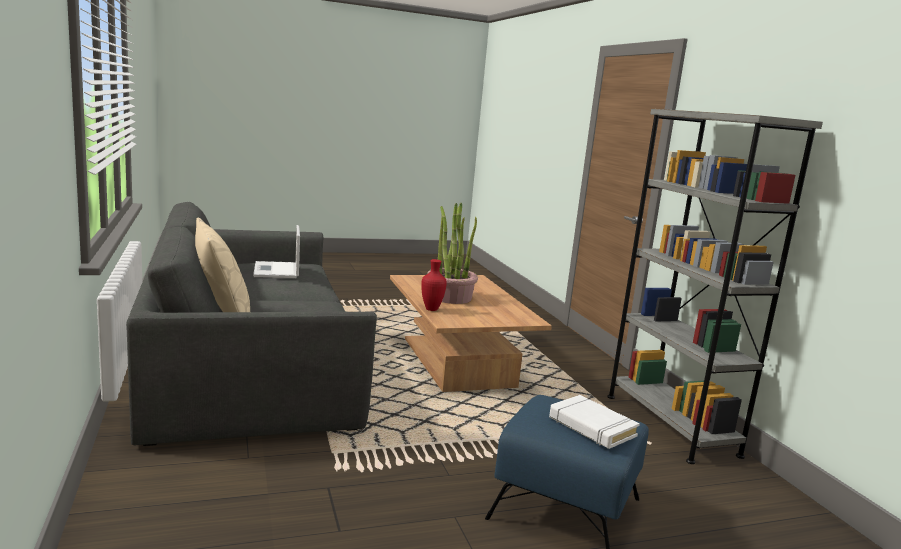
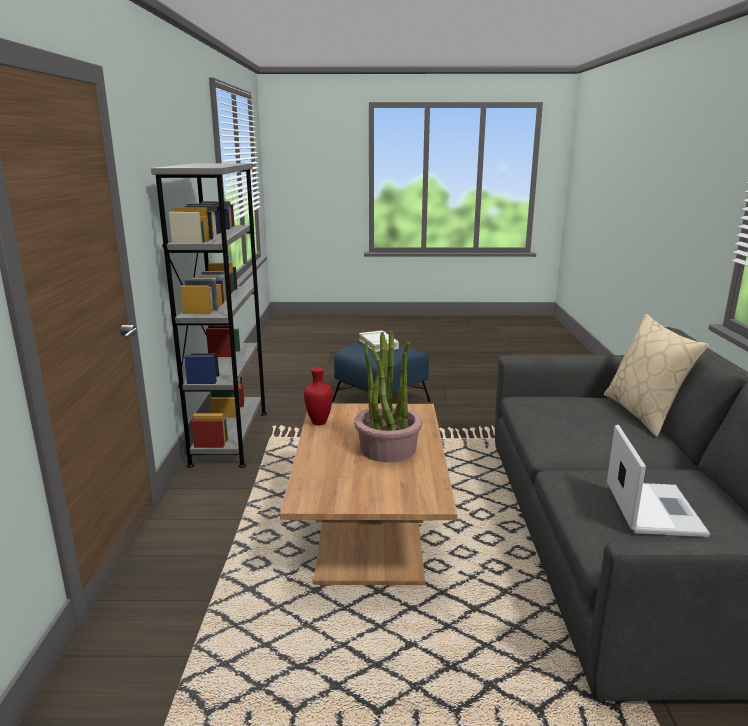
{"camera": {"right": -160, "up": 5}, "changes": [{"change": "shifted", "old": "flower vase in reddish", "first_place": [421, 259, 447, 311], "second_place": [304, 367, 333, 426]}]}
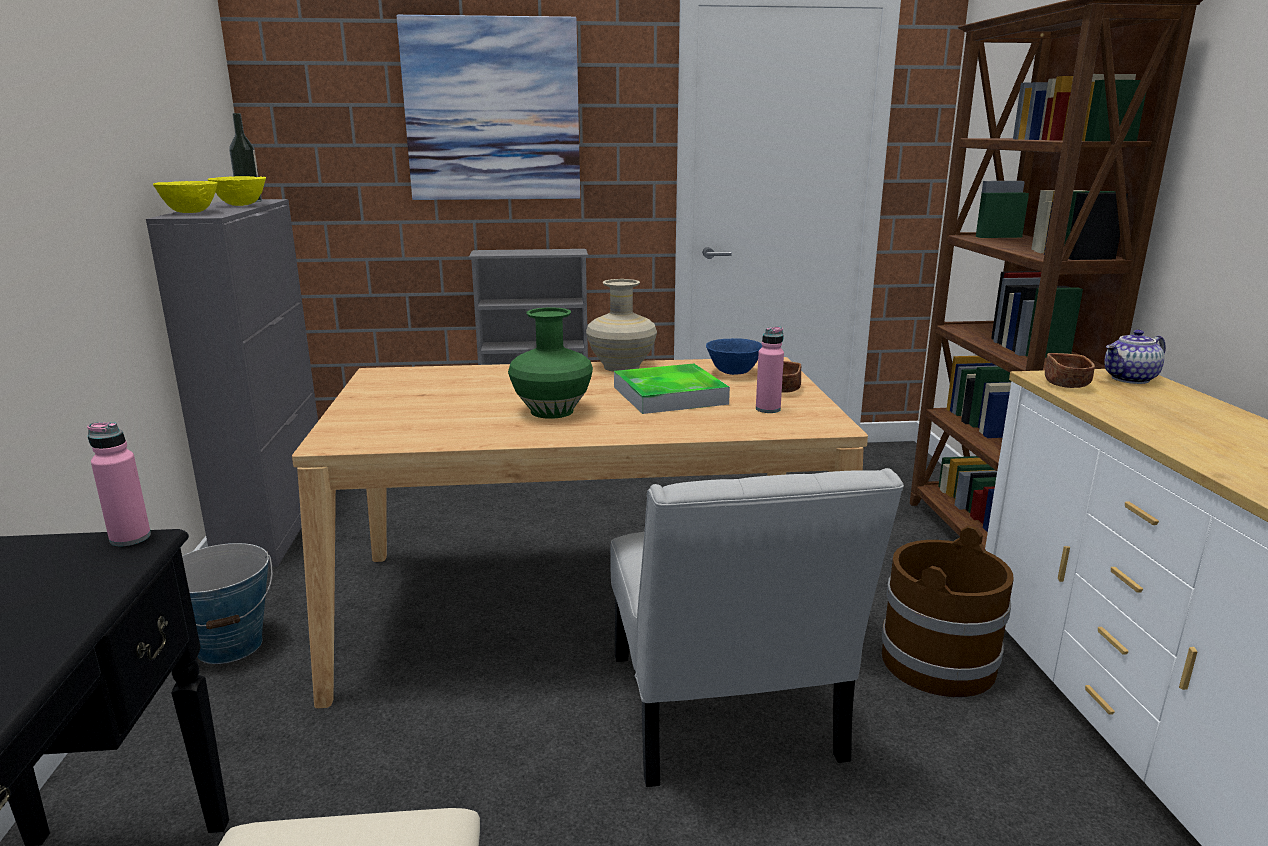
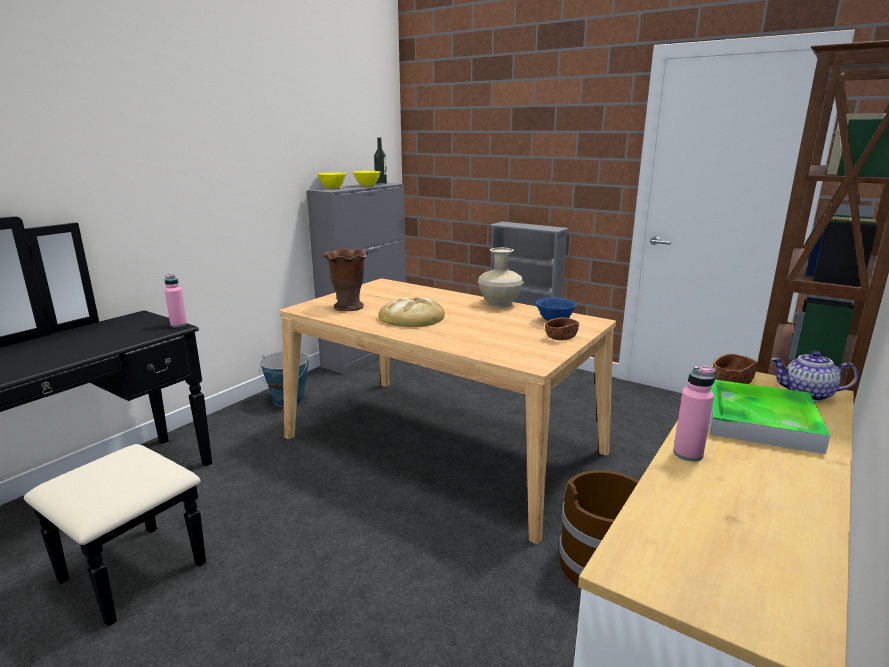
{"camera": {"right": 40, "up": 0}, "changes": [{"change": "gone", "old": "wall picture", "first_place": [396, 15, 580, 200]}, {"change": "swapped", "old": "flower vase in green-coloured", "new": "baked bread", "first_place": [508, 308, 593, 419], "second_place": [378, 297, 445, 327]}, {"change": "shifted", "old": "bottle in pink", "first_place": [756, 327, 784, 413], "second_place": [673, 365, 716, 461]}, {"change": "shifted", "old": "carrying tray", "first_place": [614, 364, 730, 414], "second_place": [709, 380, 831, 454]}, {"change": "gone", "old": "plain chair in whitish", "first_place": [610, 468, 904, 787]}, {"change": "new", "new": "flower vase in brown-coloured", "second_place": [323, 248, 368, 311]}]}
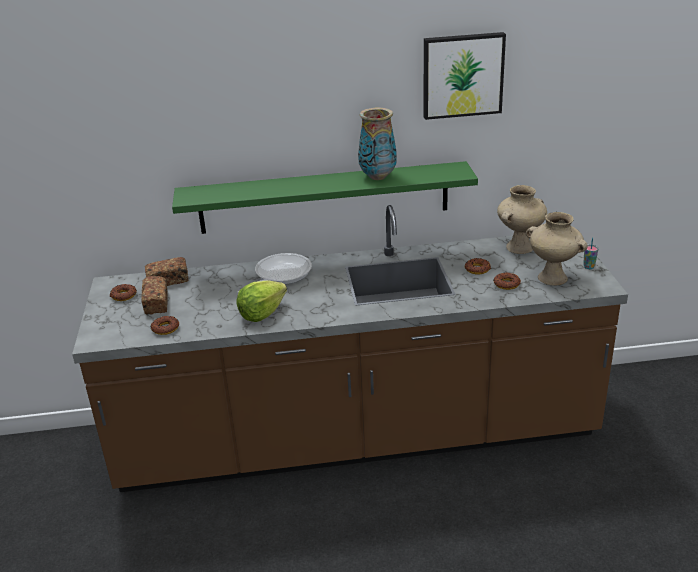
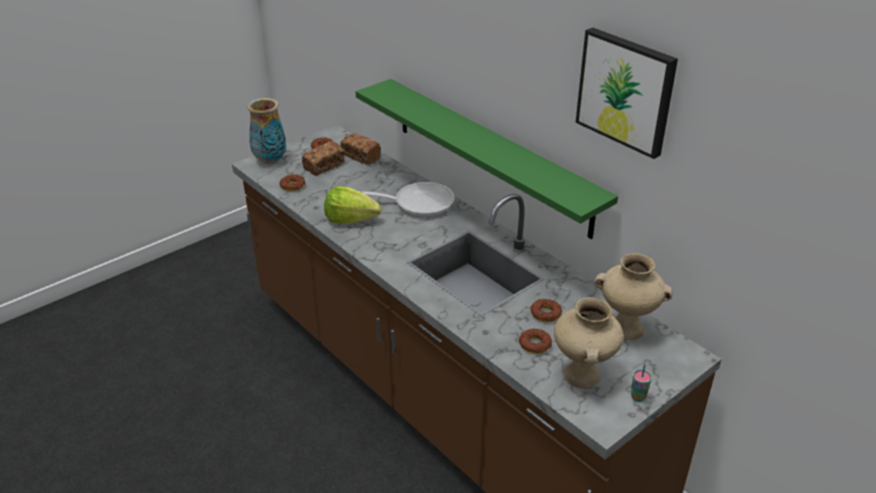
{"camera": {"right": 55, "up": 5}, "changes": [{"change": "shifted", "old": "flower vase", "first_place": [358, 108, 397, 180], "second_place": [247, 98, 286, 164]}]}
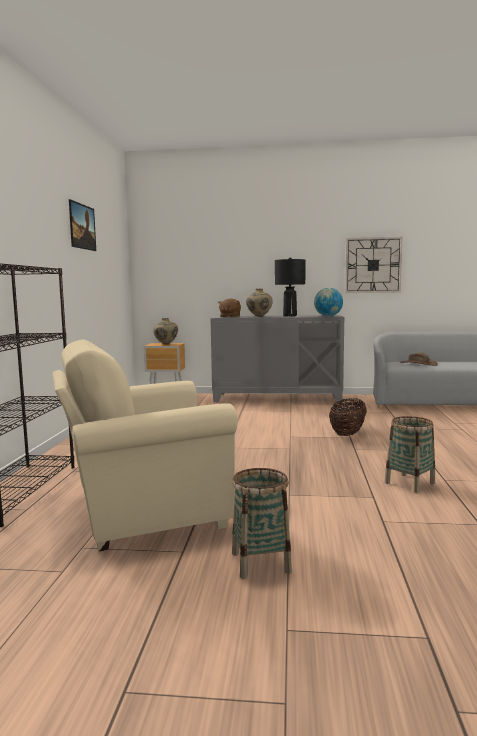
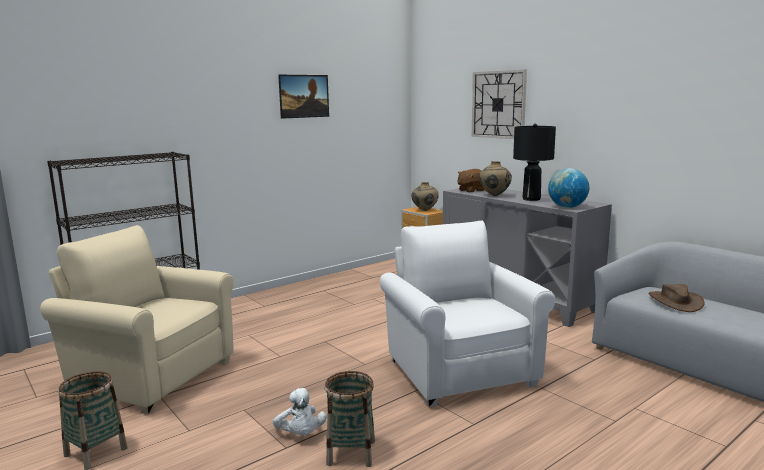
{"camera": {"right": 45, "up": 5}, "changes": [{"change": "shifted", "old": "clock on the wall", "first_place": [345, 237, 402, 293], "second_place": [472, 69, 527, 139]}, {"change": "swapped", "old": "basket", "new": "lounge chair in whitish", "first_place": [329, 398, 367, 436], "second_place": [380, 221, 555, 407]}, {"change": "new", "new": "cuddly toy in whitish", "second_place": [273, 388, 327, 435]}]}
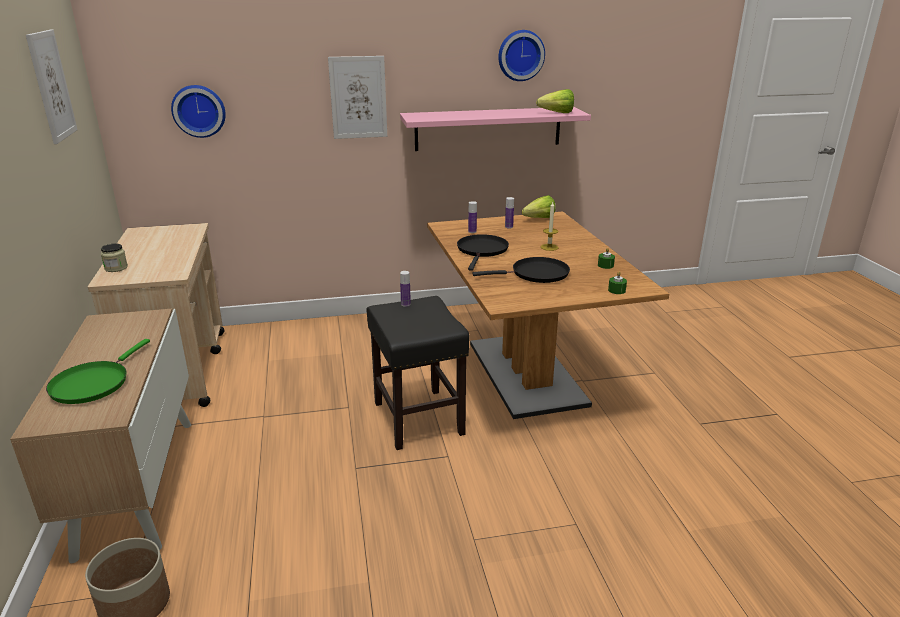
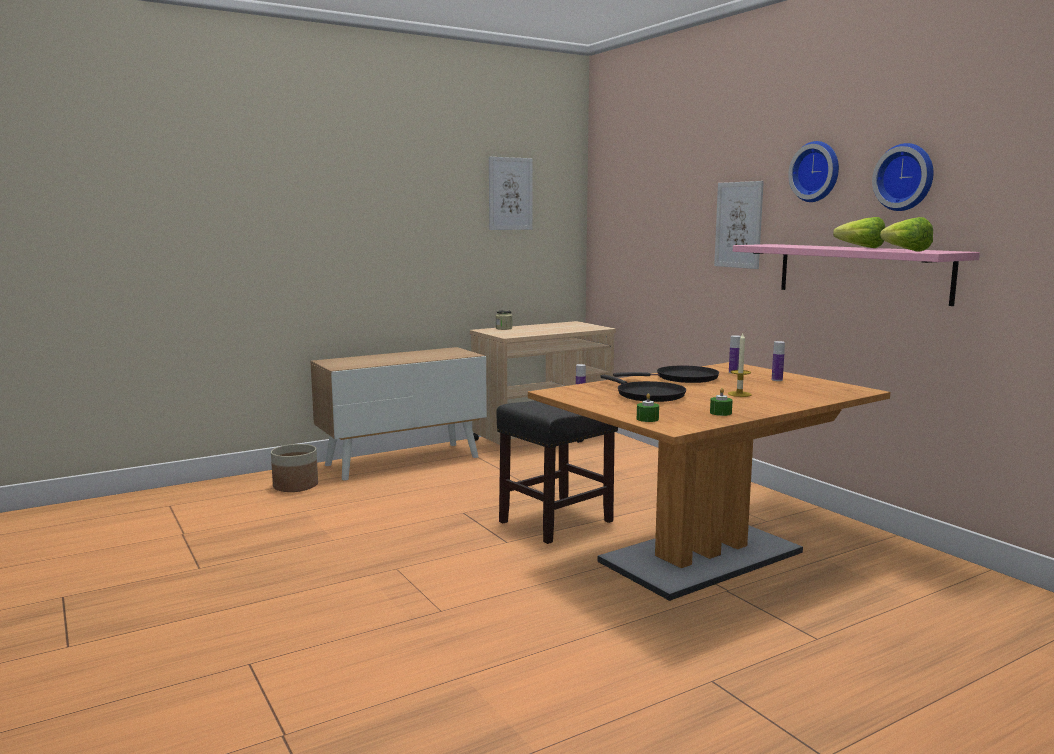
{"camera": {"right": 70, "up": -15}, "changes": [{"change": "shifted", "old": "clock on the wall", "first_place": [171, 85, 226, 138], "second_place": [788, 141, 839, 202]}, {"change": "shifted", "old": "head of lettuce", "first_place": [522, 195, 556, 218], "second_place": [833, 217, 885, 248]}, {"change": "gone", "old": "frying pan in green-coloured", "first_place": [46, 339, 150, 404]}]}
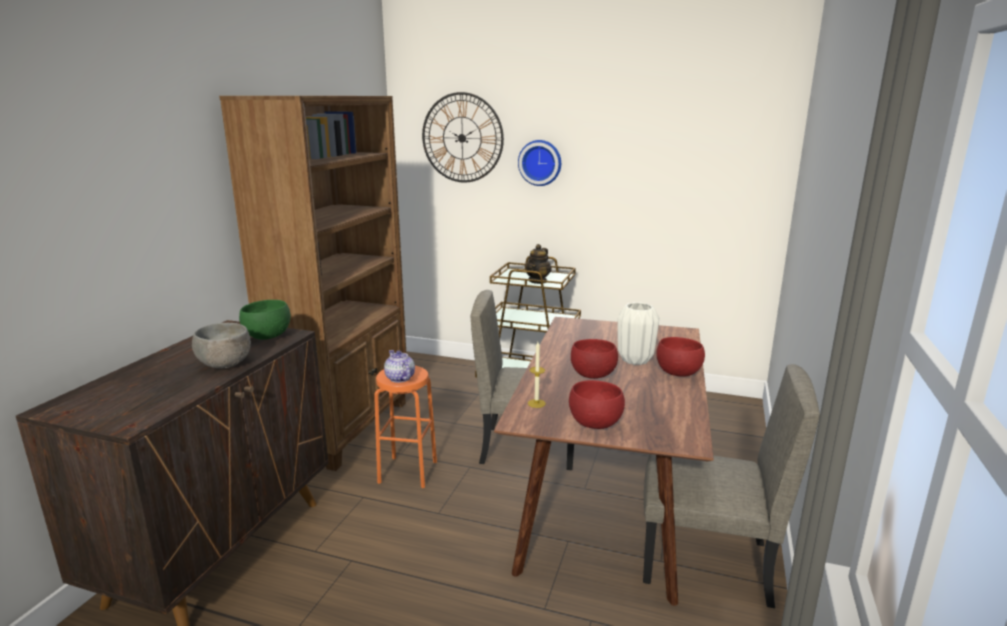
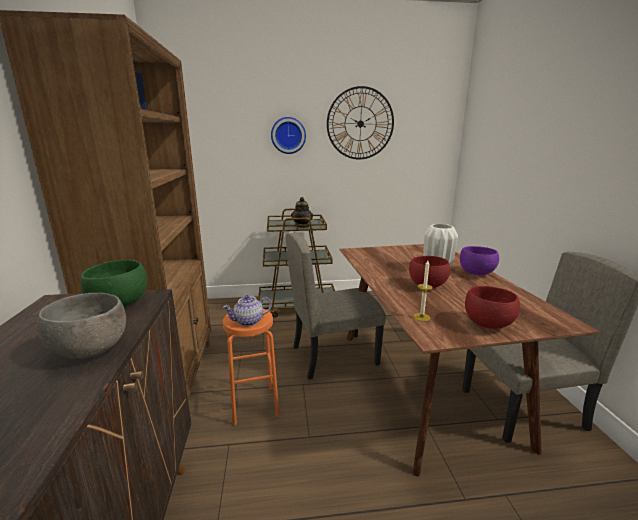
{"camera": {"right": -25, "up": 0}, "changes": [{"change": "shifted", "old": "clock on the wall", "first_place": [422, 92, 504, 183], "second_place": [327, 86, 394, 159]}, {"change": "repainted", "old": "serving bowl in reddish", "new": "serving bowl in purple-coloured", "first_place": [656, 337, 705, 377], "second_place": [460, 246, 499, 275]}, {"change": "rotated", "old": "pot for tea", "first_place": [384, 350, 415, 383], "second_place": [223, 295, 272, 326], "degrees": -60}]}
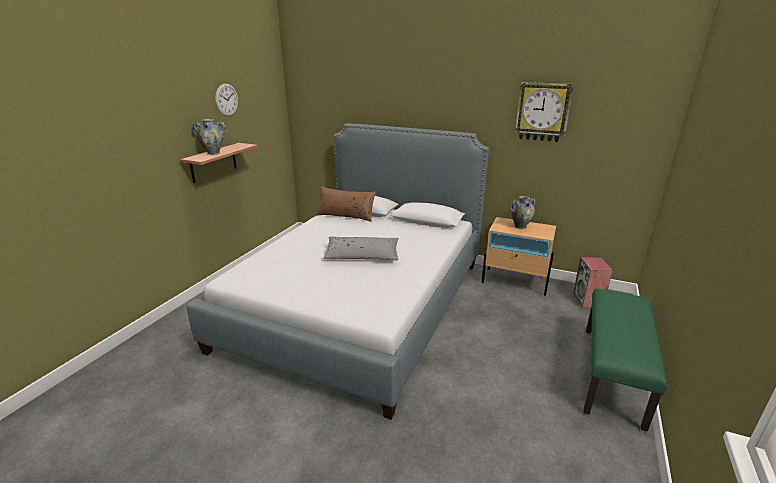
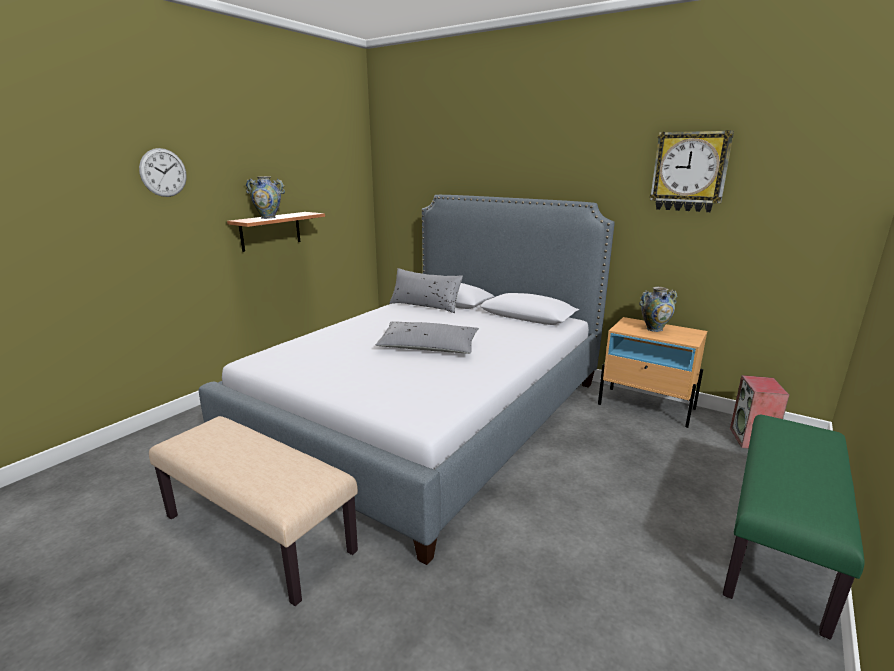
{"camera": {"right": 10, "up": -5}, "changes": [{"change": "shifted", "old": "clock on the wall", "first_place": [215, 83, 238, 116], "second_place": [139, 148, 187, 197]}, {"change": "repainted", "old": "cushion in brown-coloured", "new": "cushion in grey", "first_place": [316, 186, 376, 222], "second_place": [389, 268, 463, 313]}, {"change": "new", "new": "bench in sand-coloured", "second_place": [149, 416, 358, 606]}]}
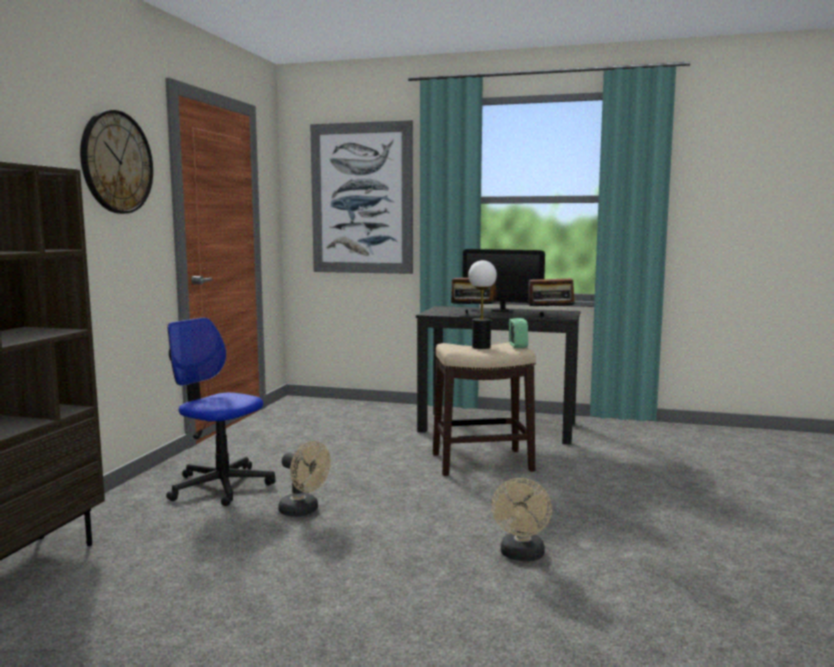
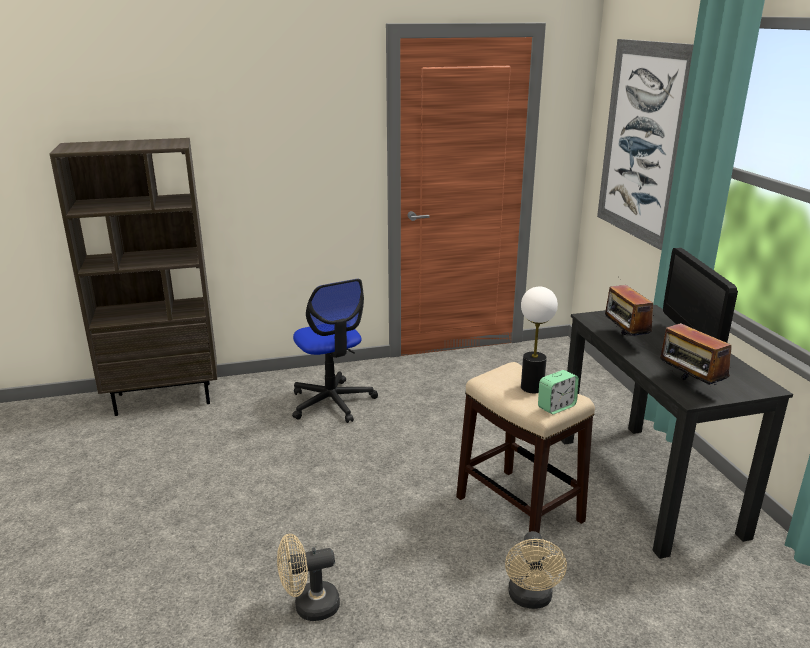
{"camera": {"right": 60, "up": 15}, "changes": [{"change": "gone", "old": "clock on the wall", "first_place": [80, 110, 153, 214]}, {"change": "rotated", "old": "office chair", "first_place": [166, 317, 276, 506], "second_place": [292, 279, 378, 423], "degrees": 150}, {"change": "shifted", "old": "fan in sand-coloured", "first_place": [278, 441, 331, 517], "second_place": [505, 531, 567, 609]}]}
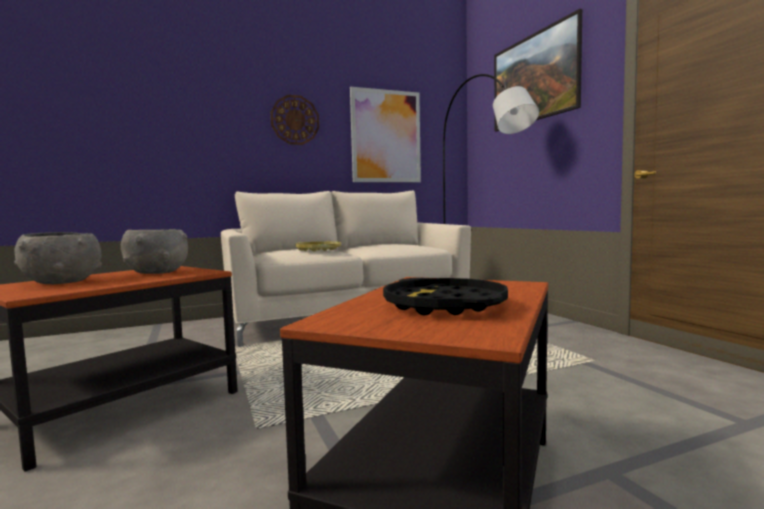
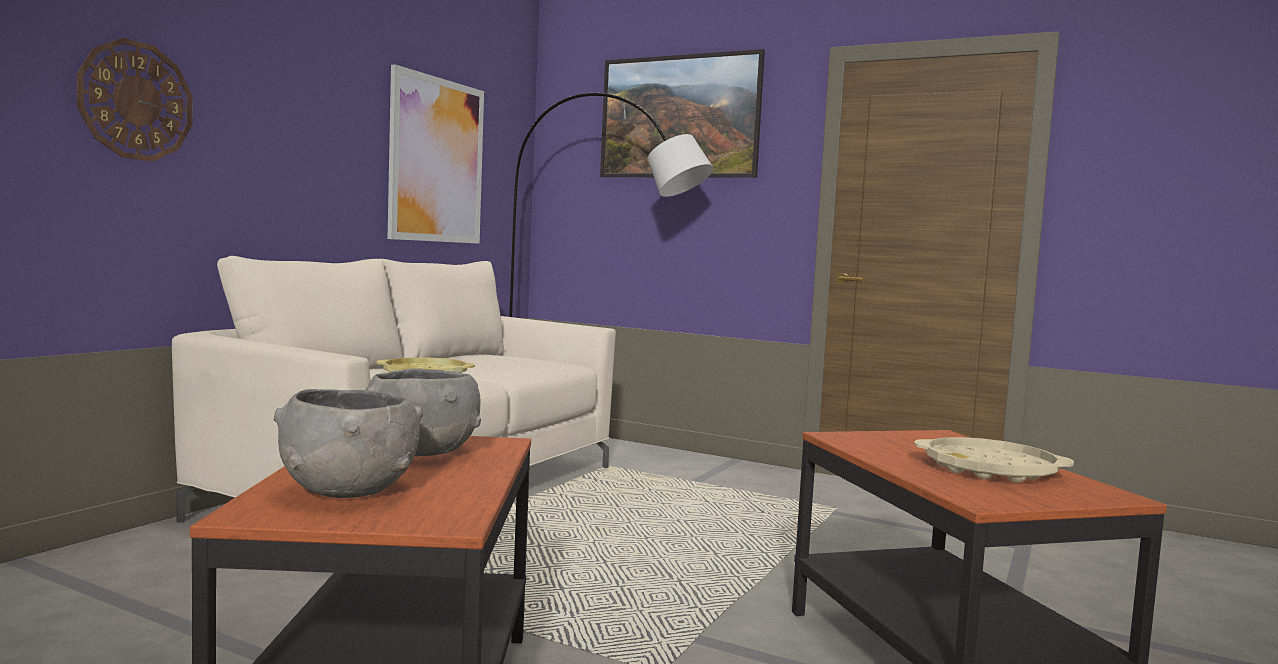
{"camera": {"right": -40, "up": 0}, "changes": [{"change": "shifted", "old": "clock on the wall", "first_place": [271, 95, 319, 145], "second_place": [77, 38, 193, 161]}, {"change": "repainted", "old": "carrying tray in blackish", "new": "carrying tray in sand-coloured", "first_place": [383, 278, 508, 315], "second_place": [914, 437, 1074, 483]}]}
